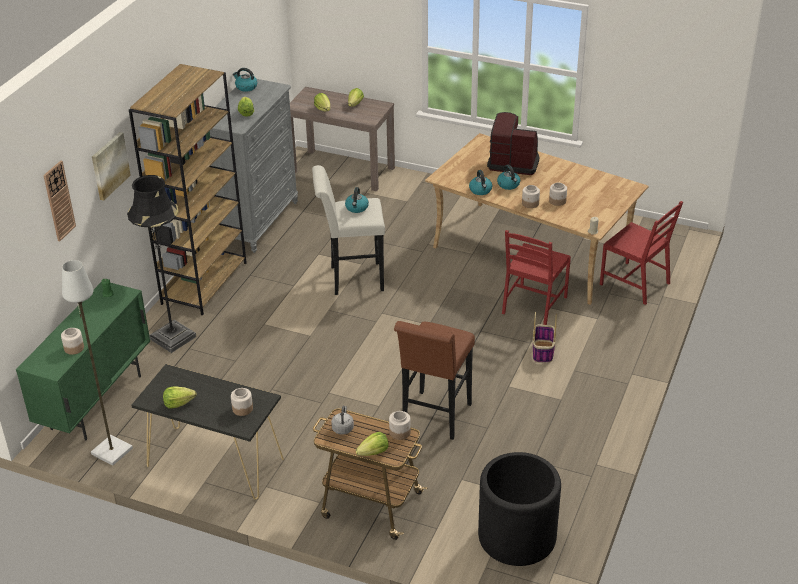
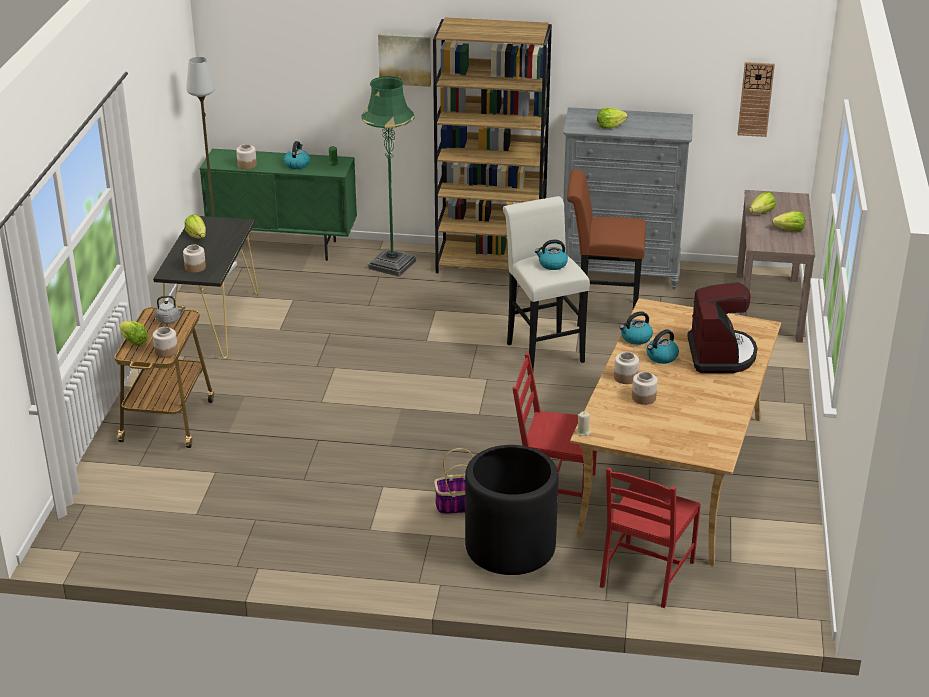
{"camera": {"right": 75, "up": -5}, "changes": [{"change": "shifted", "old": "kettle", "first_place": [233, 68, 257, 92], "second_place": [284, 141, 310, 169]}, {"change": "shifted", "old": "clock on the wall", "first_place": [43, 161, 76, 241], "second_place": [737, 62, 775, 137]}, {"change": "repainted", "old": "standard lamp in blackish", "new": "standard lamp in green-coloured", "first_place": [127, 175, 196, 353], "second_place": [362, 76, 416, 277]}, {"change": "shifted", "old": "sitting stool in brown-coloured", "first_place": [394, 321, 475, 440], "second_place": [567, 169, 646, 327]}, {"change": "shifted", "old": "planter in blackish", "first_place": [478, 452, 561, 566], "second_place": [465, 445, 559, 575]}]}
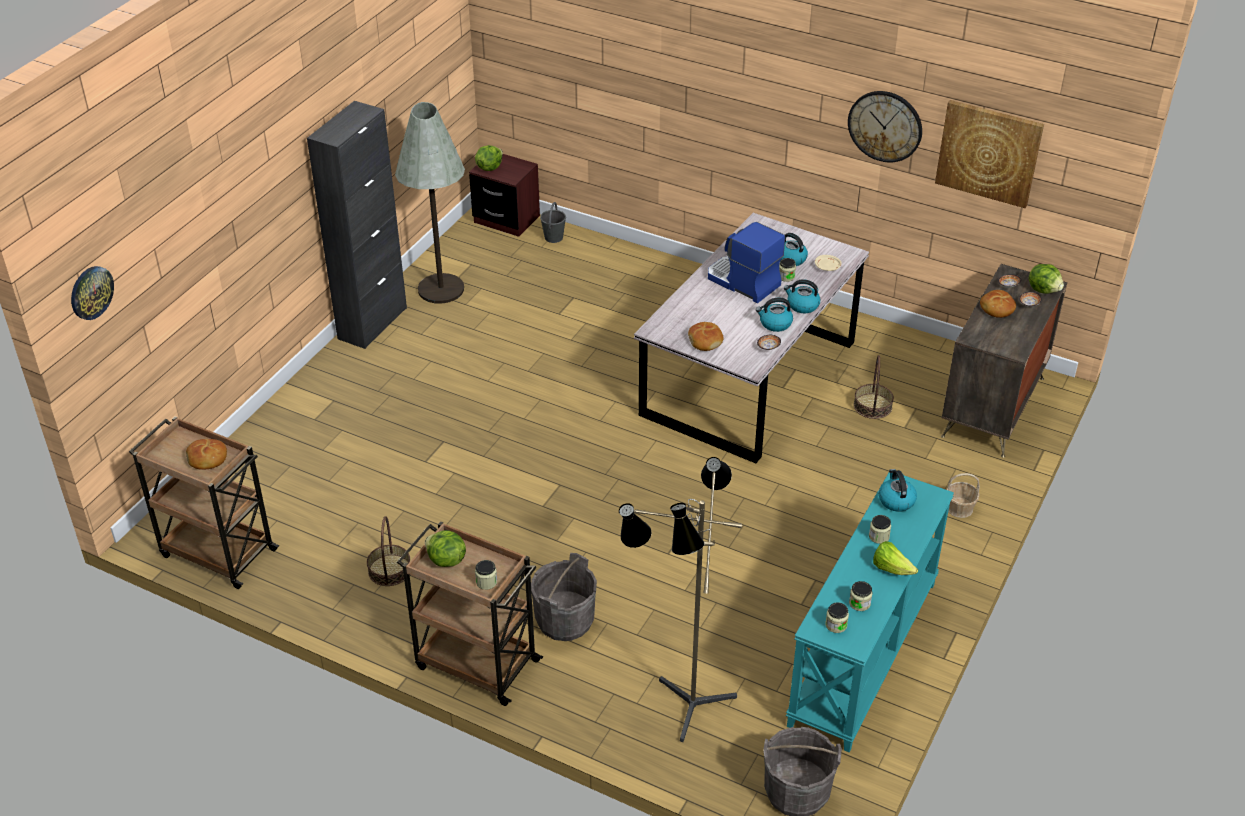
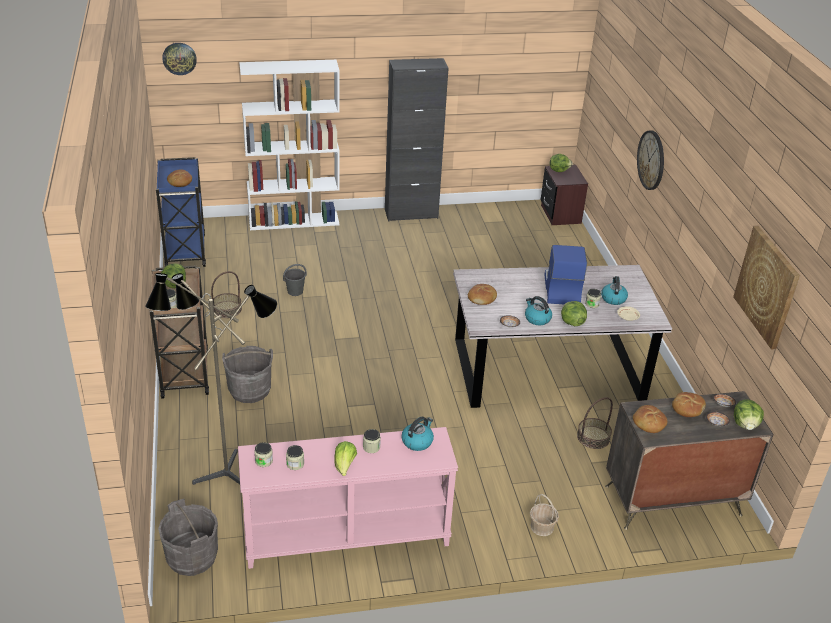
{"camera": {"right": 50, "up": -5}, "changes": [{"change": "shifted", "old": "clock on the wall", "first_place": [848, 91, 922, 162], "second_place": [637, 130, 664, 190]}, {"change": "gone", "old": "standard lamp in grey", "first_place": [395, 102, 465, 304]}, {"change": "shifted", "old": "water bucket in grey", "first_place": [540, 202, 566, 243], "second_place": [283, 264, 307, 296]}, {"change": "swapped", "old": "kettle", "new": "head of lettuce", "first_place": [784, 279, 820, 313], "second_place": [561, 301, 587, 326]}, {"change": "repainted", "old": "cart in brown-coloured", "new": "cart in blue-coloured", "first_place": [129, 416, 279, 589], "second_place": [156, 157, 206, 267]}, {"change": "repainted", "old": "hall table in turquoise", "new": "hall table in pink", "first_place": [786, 472, 954, 752], "second_place": [238, 427, 458, 569]}, {"change": "new", "new": "shelving unit in whitish", "second_place": [239, 60, 340, 230]}, {"change": "new", "new": "baked bread", "second_place": [633, 405, 667, 433]}]}
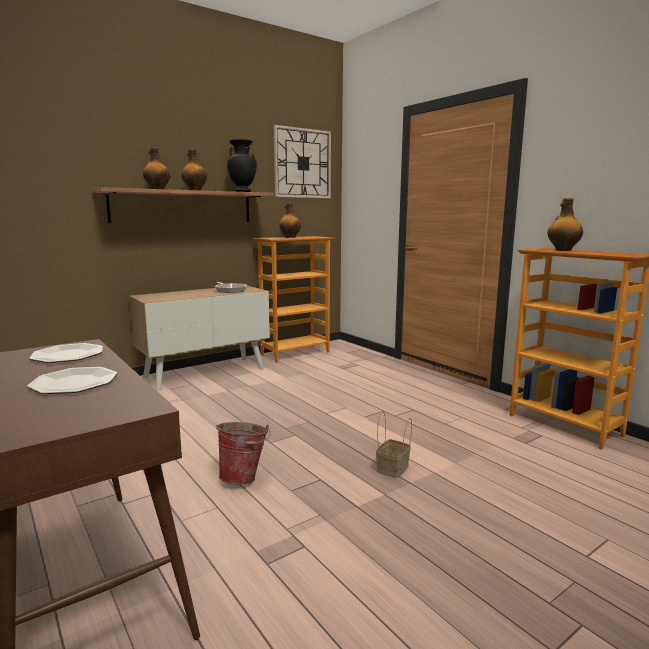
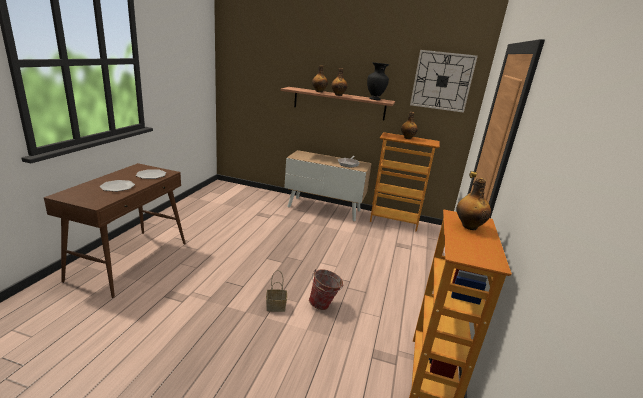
{"camera": {"right": 50, "up": 10}, "changes": [{"change": "shifted", "old": "water bucket", "first_place": [216, 422, 270, 485], "second_place": [309, 269, 344, 310]}]}
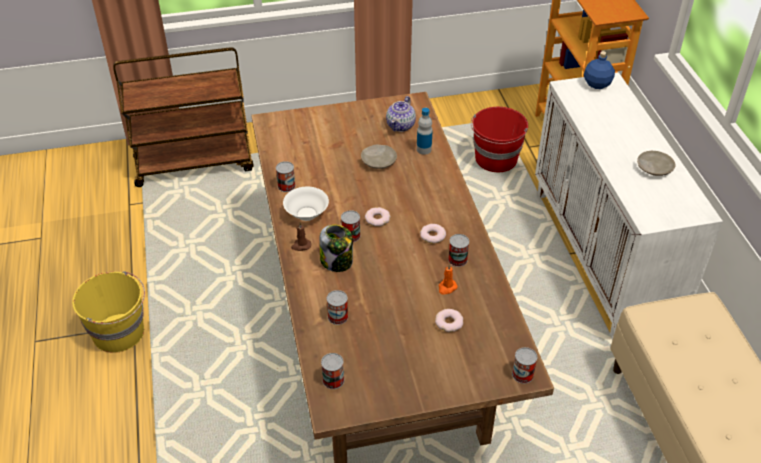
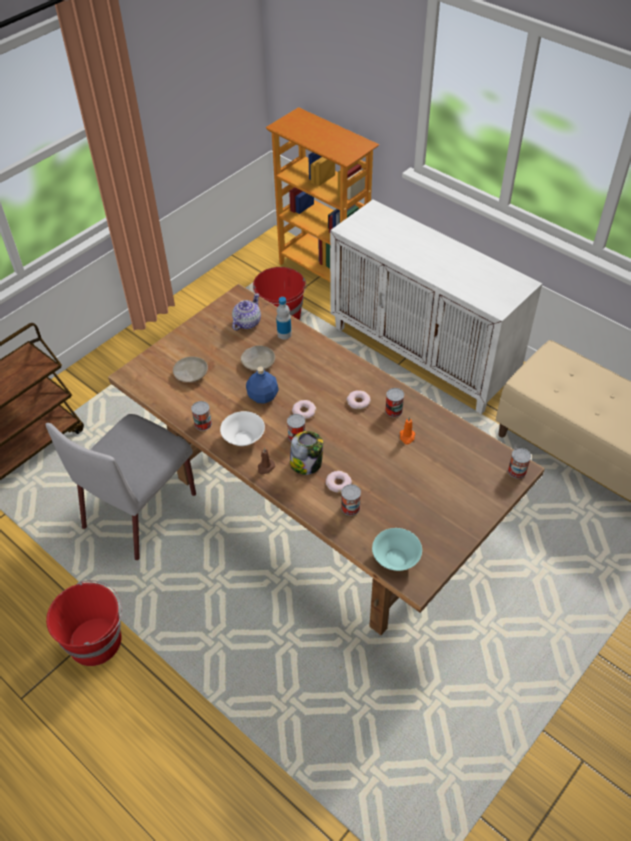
{"camera": {"right": -35, "up": 5}, "changes": [{"change": "shifted", "old": "bottle in blue-coloured", "first_place": [584, 51, 615, 89], "second_place": [246, 366, 279, 404]}, {"change": "rotated", "old": "pot for tea", "first_place": [386, 96, 416, 132], "second_place": [232, 293, 261, 331], "degrees": -135}, {"change": "shifted", "old": "plate in sand-coloured", "first_place": [637, 151, 675, 176], "second_place": [173, 357, 208, 383]}, {"change": "repainted", "old": "water bucket in yellowish", "new": "water bucket in reddish", "first_place": [72, 271, 145, 353], "second_place": [46, 580, 122, 666]}, {"change": "shifted", "old": "doughnut", "first_place": [435, 309, 463, 332], "second_place": [326, 471, 352, 492]}, {"change": "swapped", "old": "metal can", "new": "serving bowl in turquoise", "first_place": [321, 353, 344, 389], "second_place": [372, 528, 422, 571]}, {"change": "new", "new": "plain chair in grey", "second_place": [45, 414, 196, 560]}]}
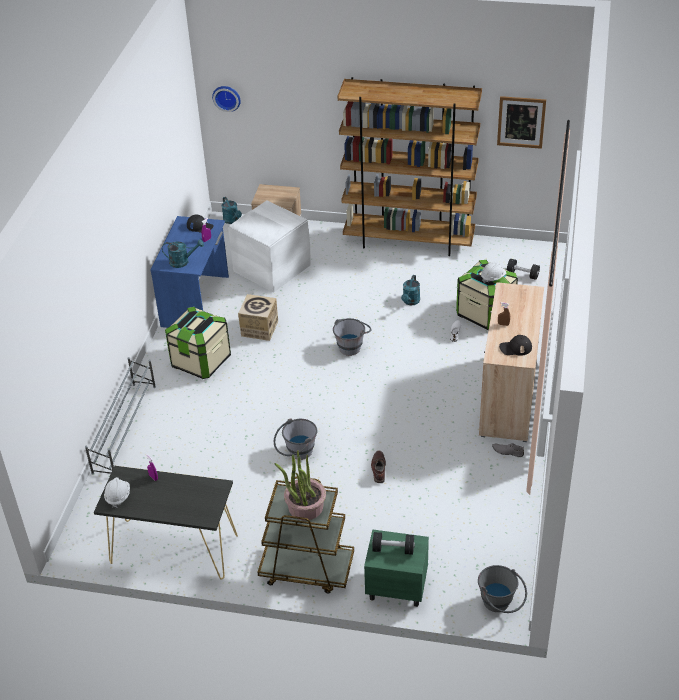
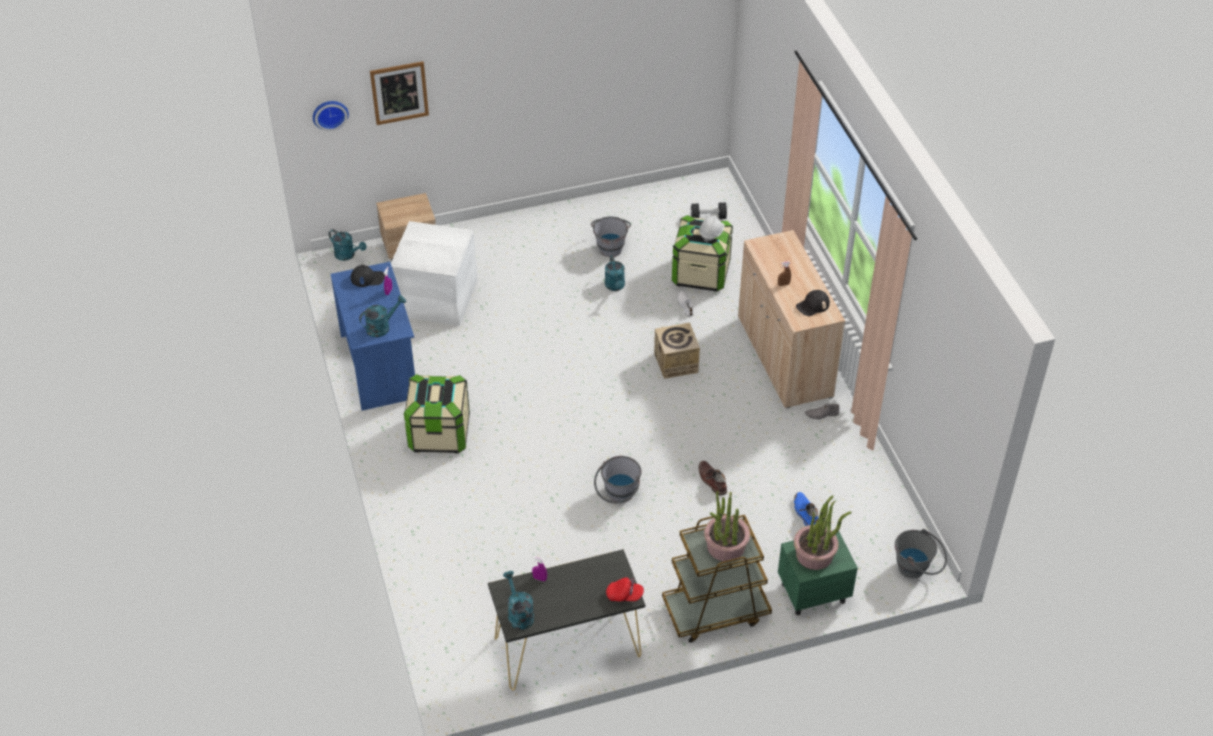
{"camera": {"right": -30, "up": 5}, "changes": [{"change": "gone", "old": "shelving unit in brown-coloured", "first_place": [338, 77, 482, 256]}, {"change": "shifted", "old": "wall picture", "first_place": [497, 96, 546, 149], "second_place": [370, 61, 429, 125]}, {"change": "shifted", "old": "carton", "first_place": [238, 294, 278, 341], "second_place": [654, 322, 700, 379]}, {"change": "shifted", "old": "water bucket in grey", "first_place": [333, 318, 371, 356], "second_place": [591, 216, 631, 257]}, {"change": "gone", "old": "shoe shelf in grey", "first_place": [85, 357, 156, 475]}, {"change": "swapped", "old": "safety helmet in whitish", "new": "watering can in turquoise", "first_place": [104, 477, 130, 508], "second_place": [503, 571, 534, 630]}, {"change": "swapped", "old": "free weight in blackish", "new": "potted plant", "first_place": [372, 532, 415, 555], "second_place": [794, 495, 852, 570]}, {"change": "new", "new": "tall boot in blue-coloured", "second_place": [794, 492, 818, 526]}, {"change": "new", "new": "baseball cap in reddish", "second_place": [606, 577, 644, 601]}]}
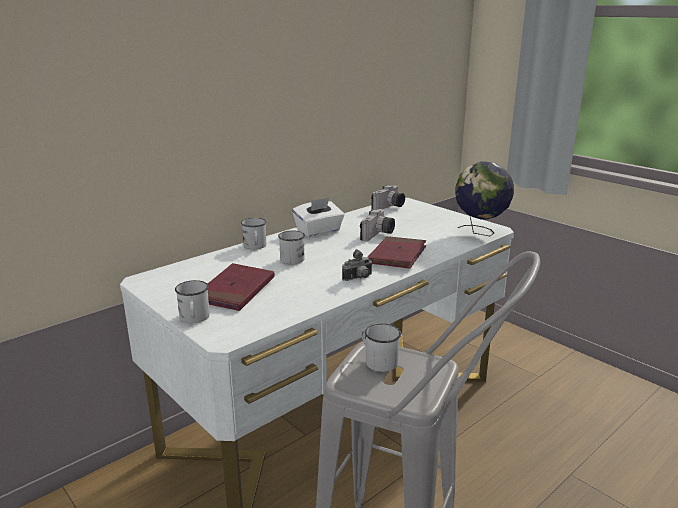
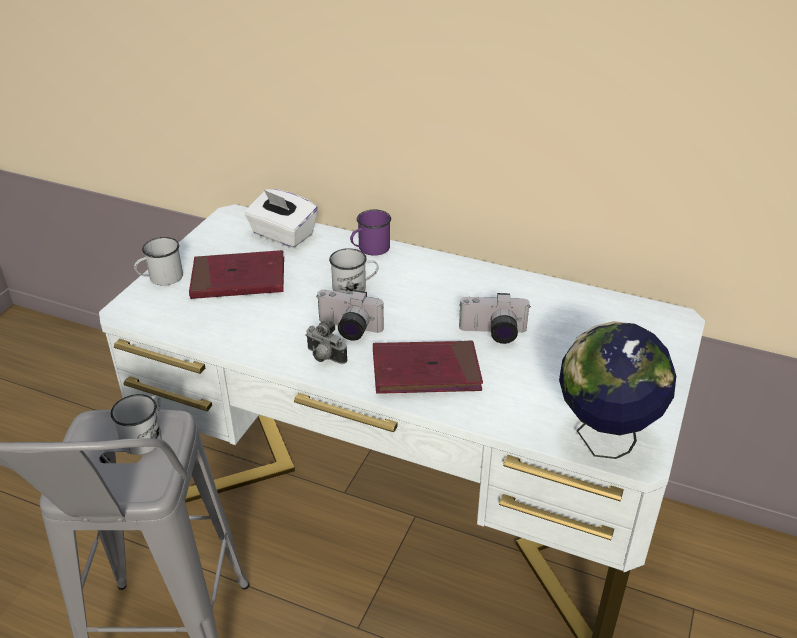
{"camera": {"right": 65, "up": 15}, "changes": [{"change": "shifted", "old": "photo camera", "first_place": [371, 185, 405, 210], "second_place": [317, 290, 384, 341]}, {"change": "shifted", "old": "tissue box in whitish", "first_place": [292, 198, 344, 237], "second_place": [244, 189, 318, 248]}, {"change": "repainted", "old": "coffee mug in whitish", "new": "coffee mug in purple-coloured", "first_place": [241, 218, 266, 249], "second_place": [350, 210, 391, 256]}]}
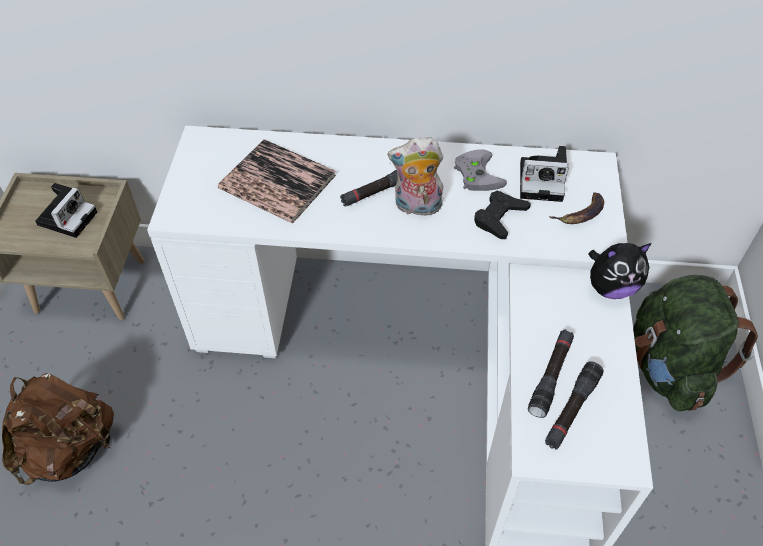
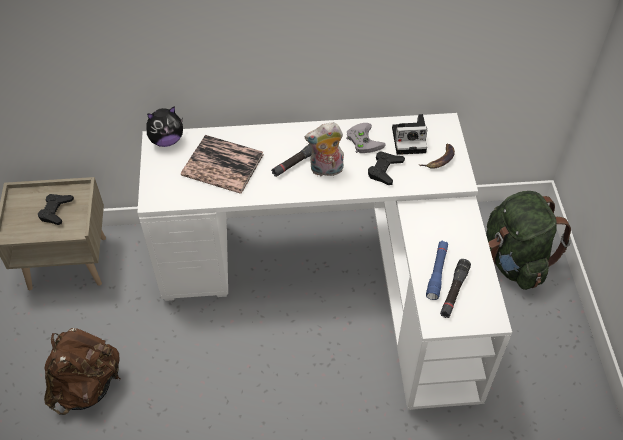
{"camera": {"right": -10, "up": 0}, "changes": [{"change": "swapped", "old": "photo camera", "new": "game controller in blackish", "first_place": [35, 183, 97, 238], "second_place": [38, 194, 74, 225]}, {"change": "shifted", "old": "cuddly toy", "first_place": [588, 243, 652, 299], "second_place": [147, 106, 183, 147]}, {"change": "repainted", "old": "hand torch in blackish", "new": "hand torch in blue-coloured", "first_place": [528, 329, 574, 418], "second_place": [426, 240, 448, 300]}]}
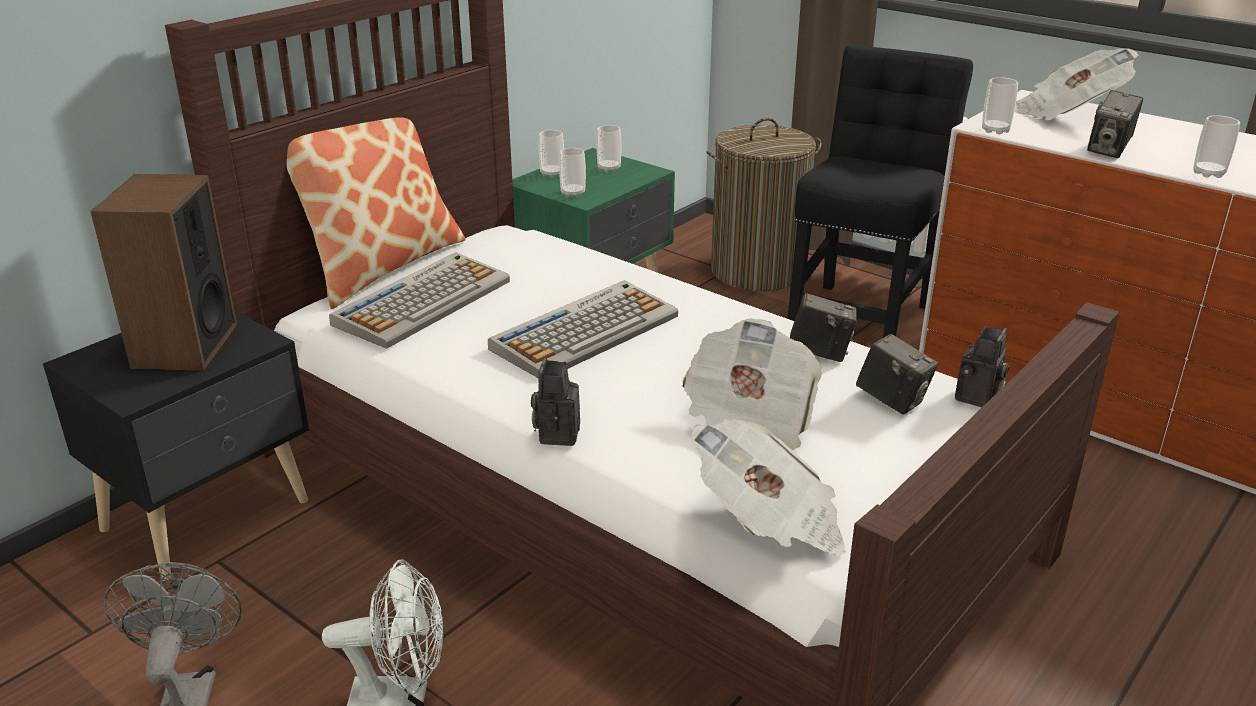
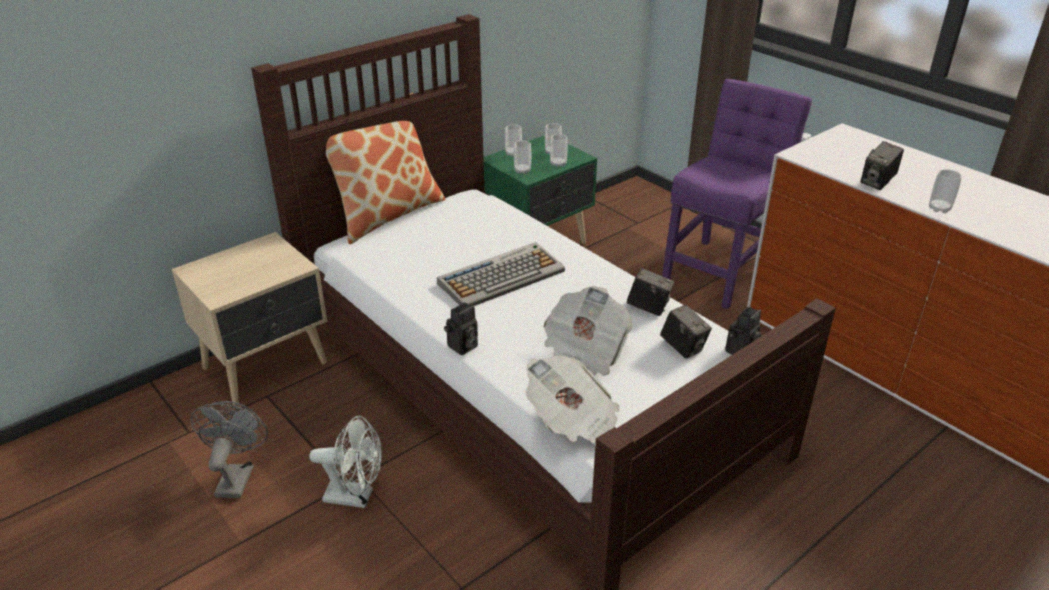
{"camera": {"right": 10, "up": 5}, "changes": [{"change": "repainted", "old": "plain chair in blackish", "new": "plain chair in purple-coloured", "first_place": [787, 46, 973, 338], "second_place": [662, 79, 812, 309]}, {"change": "gone", "old": "daily paper", "first_place": [1014, 48, 1139, 120]}, {"change": "shifted", "old": "small cup", "first_place": [982, 77, 1018, 135], "second_place": [550, 134, 568, 168]}, {"change": "gone", "old": "hamper", "first_place": [706, 118, 822, 291]}, {"change": "gone", "old": "loudspeaker", "first_place": [90, 174, 237, 370]}, {"change": "gone", "old": "PC keyboard", "first_place": [329, 252, 510, 349]}, {"change": "repainted", "old": "night table in blackish", "new": "night table in sand-coloured", "first_place": [43, 311, 309, 581], "second_place": [171, 232, 327, 405]}, {"change": "rotated", "old": "photo camera", "first_place": [531, 358, 580, 446], "second_place": [444, 302, 478, 355], "degrees": -150}]}
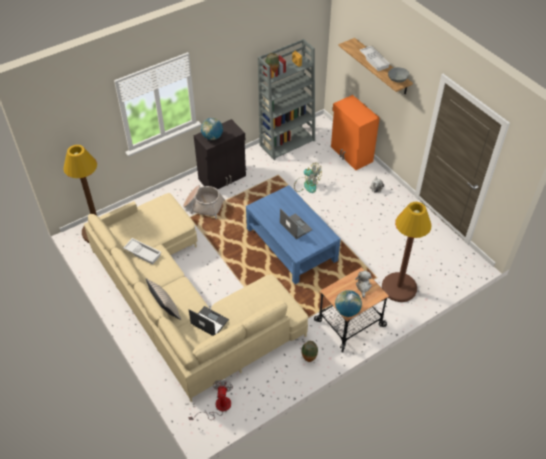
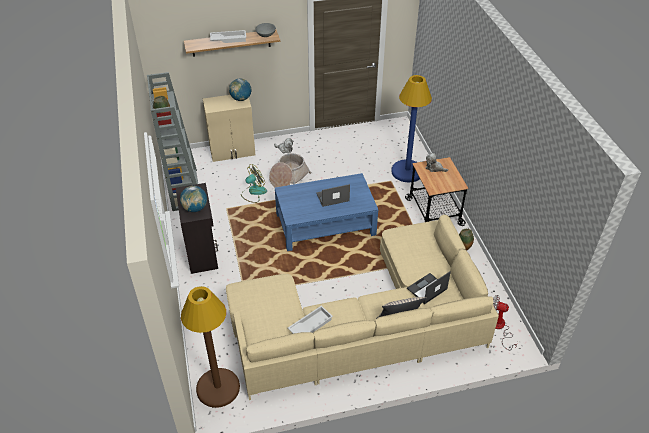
{"camera": {"right": -70, "up": -5}, "changes": [{"change": "repainted", "old": "storage cabinet in orangey", "new": "storage cabinet in sand-coloured", "first_place": [331, 95, 380, 170], "second_place": [203, 95, 255, 162]}, {"change": "shifted", "old": "basket", "first_place": [183, 185, 225, 219], "second_place": [269, 153, 311, 187]}, {"change": "repainted", "old": "standard lamp in brown-coloured", "new": "standard lamp in blue-coloured", "first_place": [382, 202, 431, 302], "second_place": [391, 75, 432, 182]}, {"change": "shifted", "old": "globe", "first_place": [335, 290, 362, 317], "second_place": [229, 78, 251, 101]}]}
